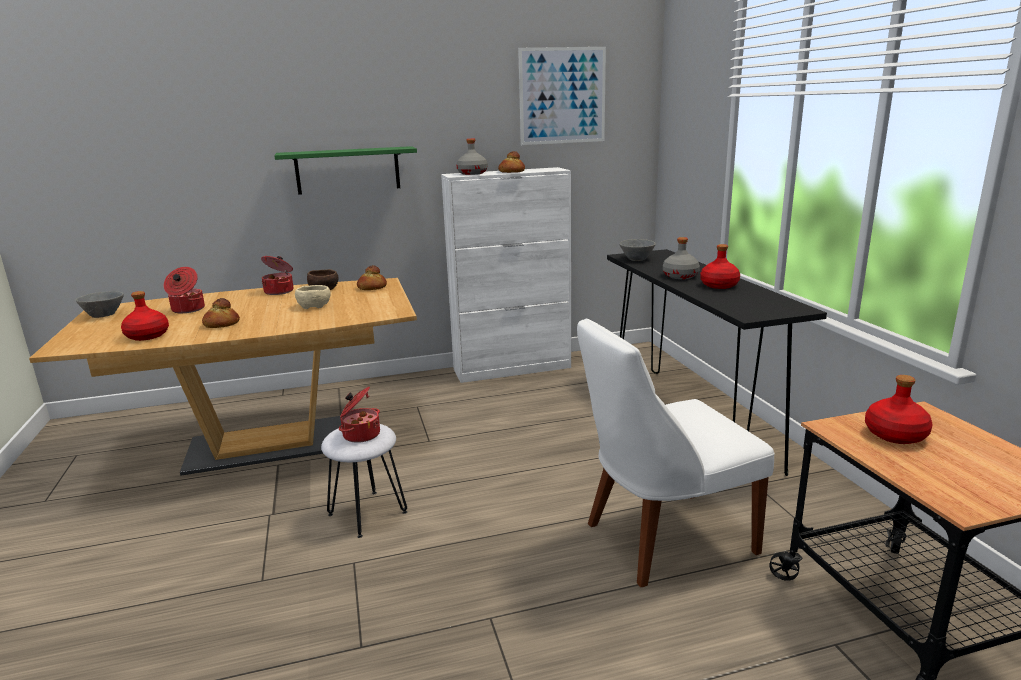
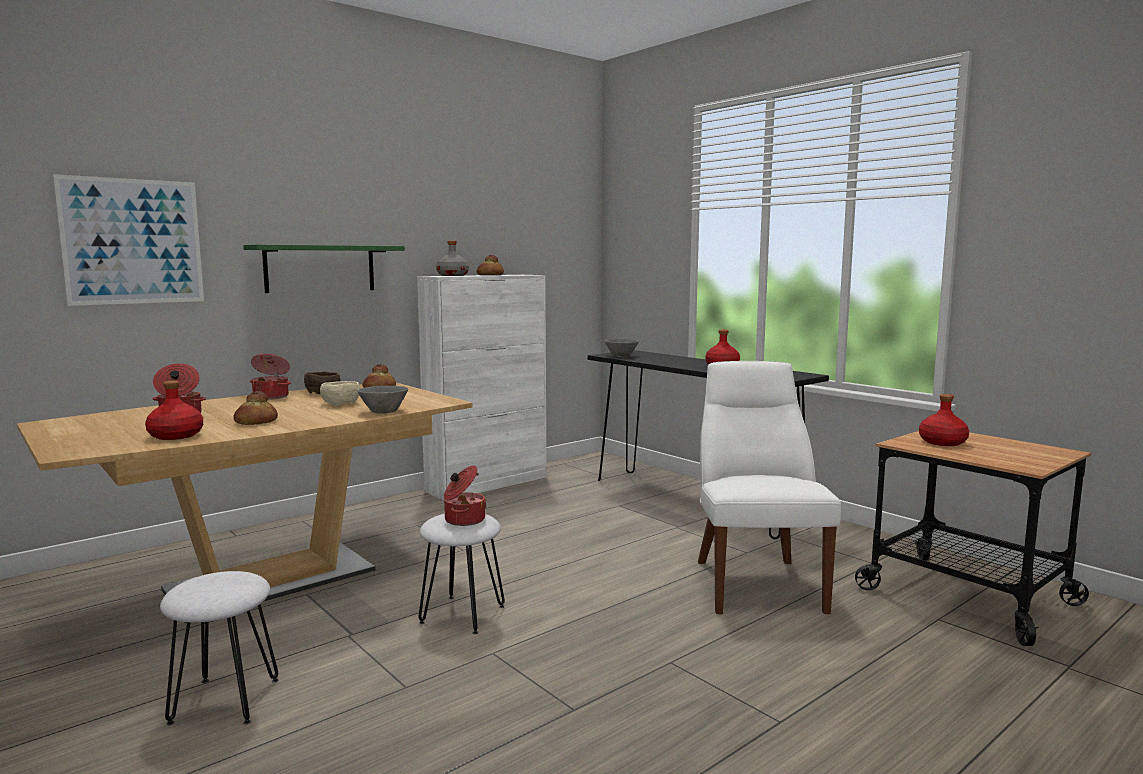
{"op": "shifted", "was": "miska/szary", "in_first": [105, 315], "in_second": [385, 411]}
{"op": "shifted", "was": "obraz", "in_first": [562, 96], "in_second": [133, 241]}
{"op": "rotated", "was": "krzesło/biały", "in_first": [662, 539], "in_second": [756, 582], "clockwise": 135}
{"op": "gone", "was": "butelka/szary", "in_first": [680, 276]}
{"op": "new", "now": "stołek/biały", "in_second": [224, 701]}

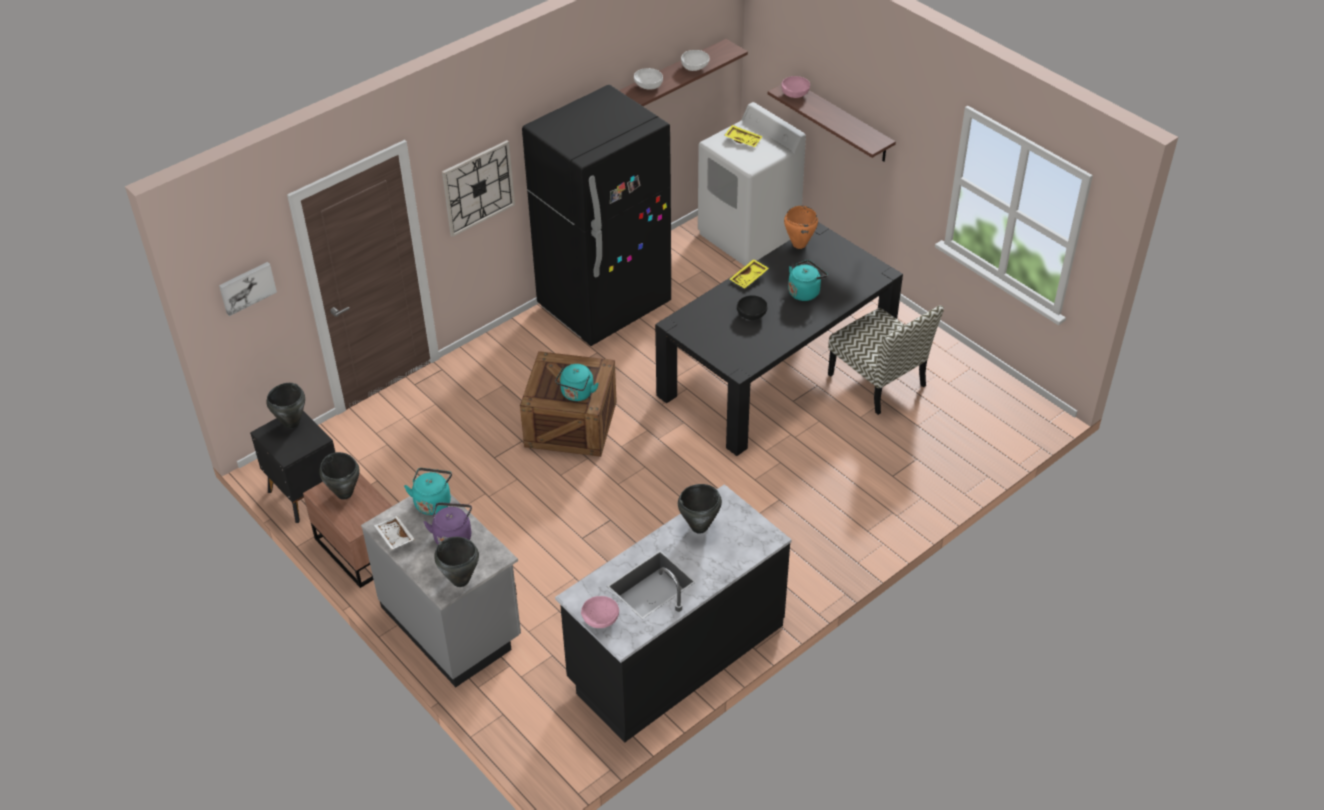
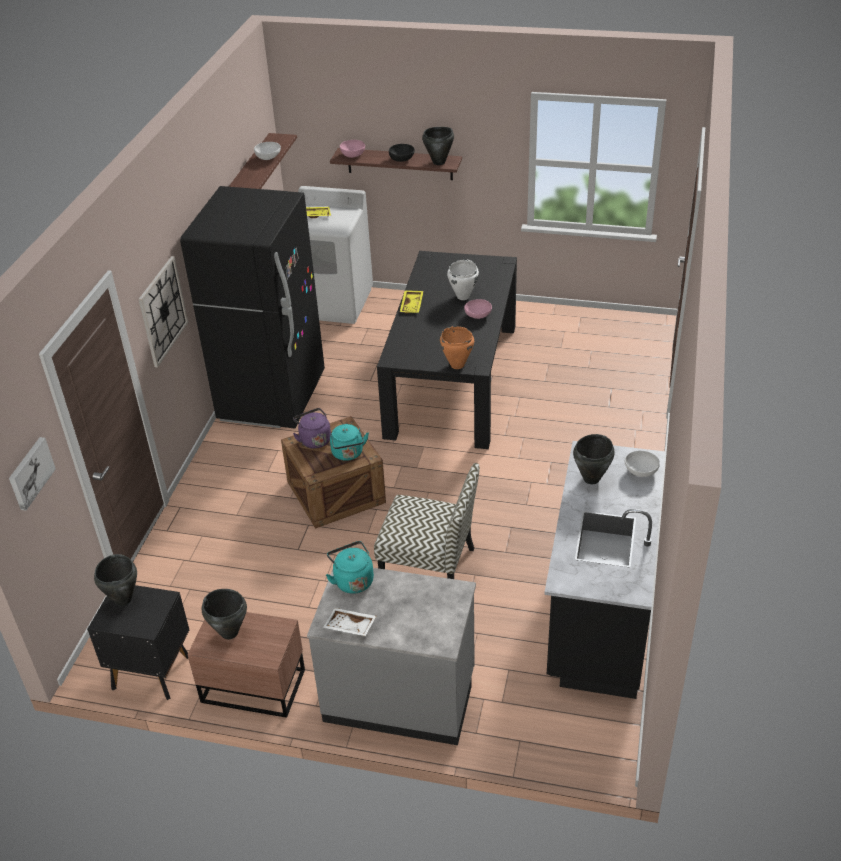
{"op": "shifted", "was": "czajnik/fioletowy", "in_first": [453, 536], "in_second": [314, 439]}
{"op": "shifted", "was": "garnek/czarny", "in_first": [460, 580], "in_second": [439, 162]}
{"op": "shifted", "was": "miska/różowy", "in_first": [600, 620], "in_second": [478, 316]}
{"op": "shifted", "was": "miska/biały", "in_first": [648, 86], "in_second": [640, 472]}
{"op": "shifted", "was": "miska/czarny", "in_first": [752, 314], "in_second": [402, 159]}
{"op": "shifted", "was": "garnek/pomarańczowy", "in_first": [799, 244], "in_second": [457, 365]}
{"op": "swapped", "was": "czajnik/turkusowy", "now": "garnek/biały", "in_first": [805, 292], "in_second": [463, 296]}
{"op": "shifted", "was": "krzesło", "in_first": [878, 381], "in_second": [430, 566]}

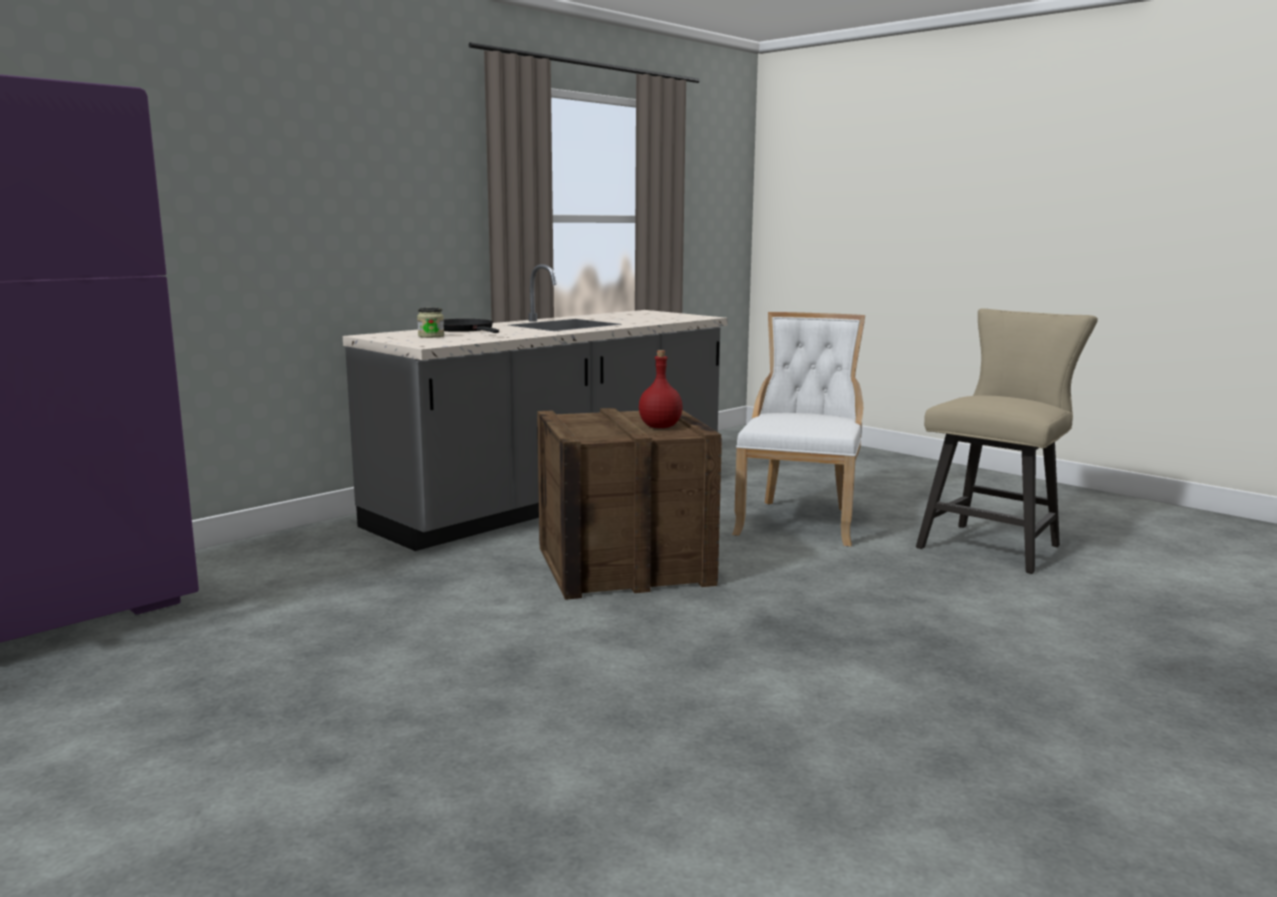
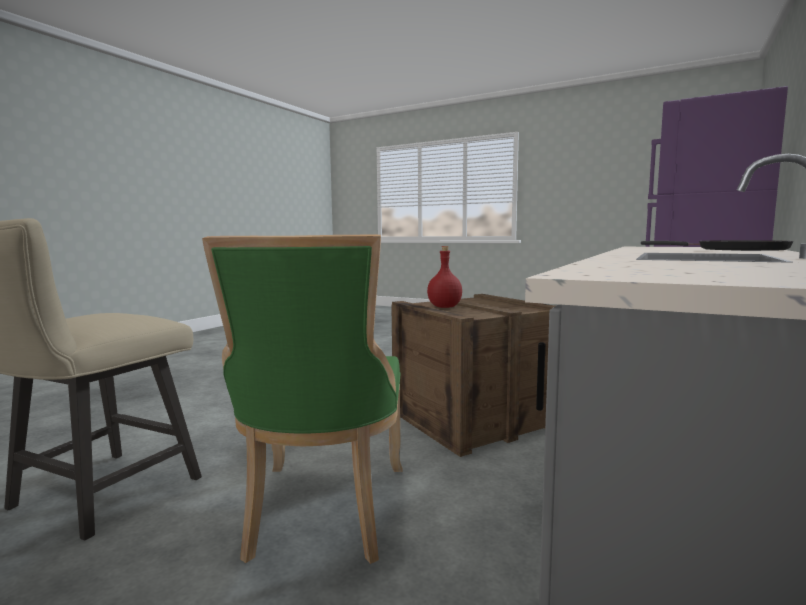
{"op": "gone", "was": "słoik", "in_first": [431, 336]}
{"op": "repainted", "was": "krzesło/biały", "now": "krzesło/zielony", "in_first": [799, 521], "in_second": [324, 513]}

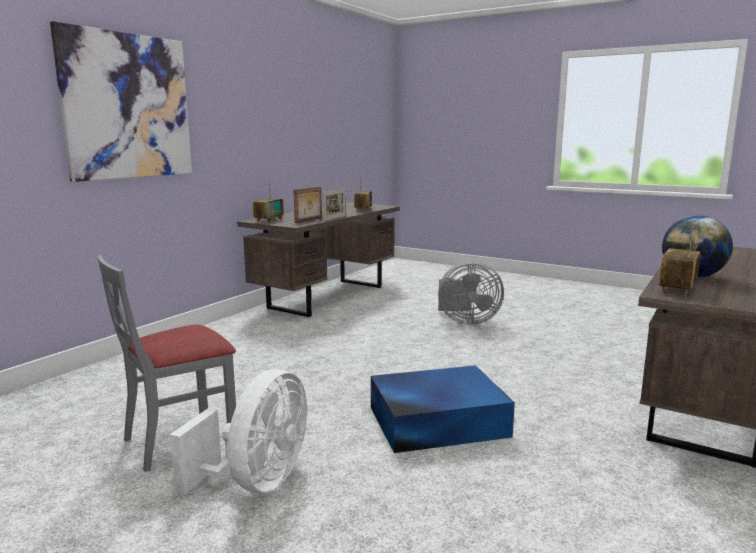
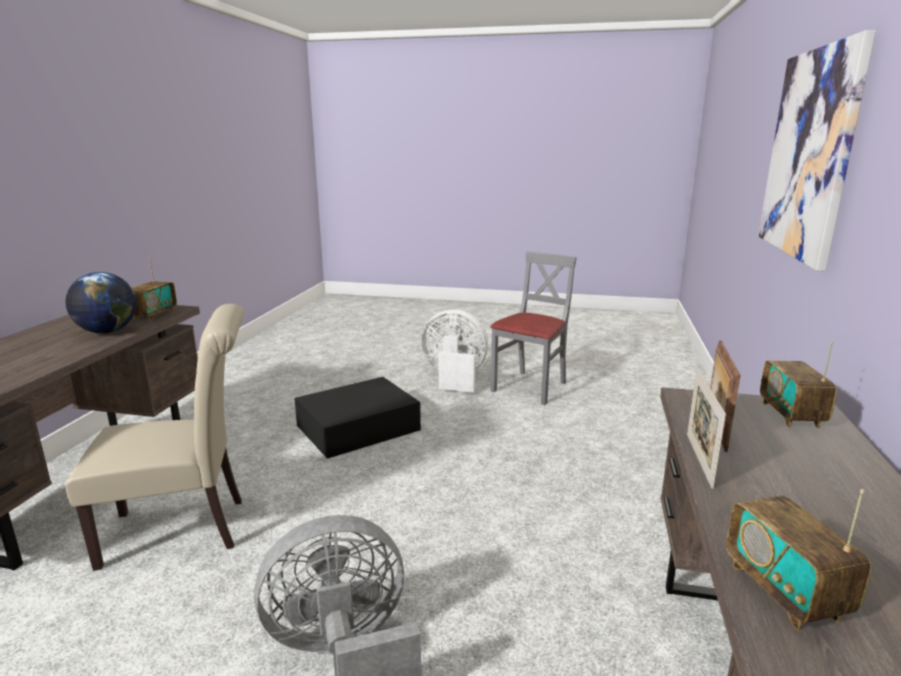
{"op": "rotated", "was": "wentylator/biały", "in_first": [257, 482], "in_second": [454, 378], "clockwise": 105}
{"op": "repainted", "was": "pojemnik do przechowywania/niebieski", "now": "pojemnik do przechowywania/czarny", "in_first": [435, 421], "in_second": [360, 427]}
{"op": "new", "now": "krzesło/beżowy", "in_second": [185, 530]}

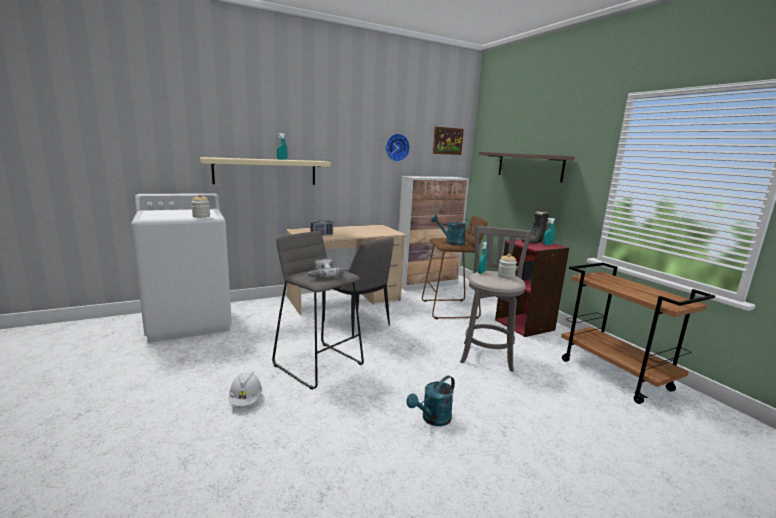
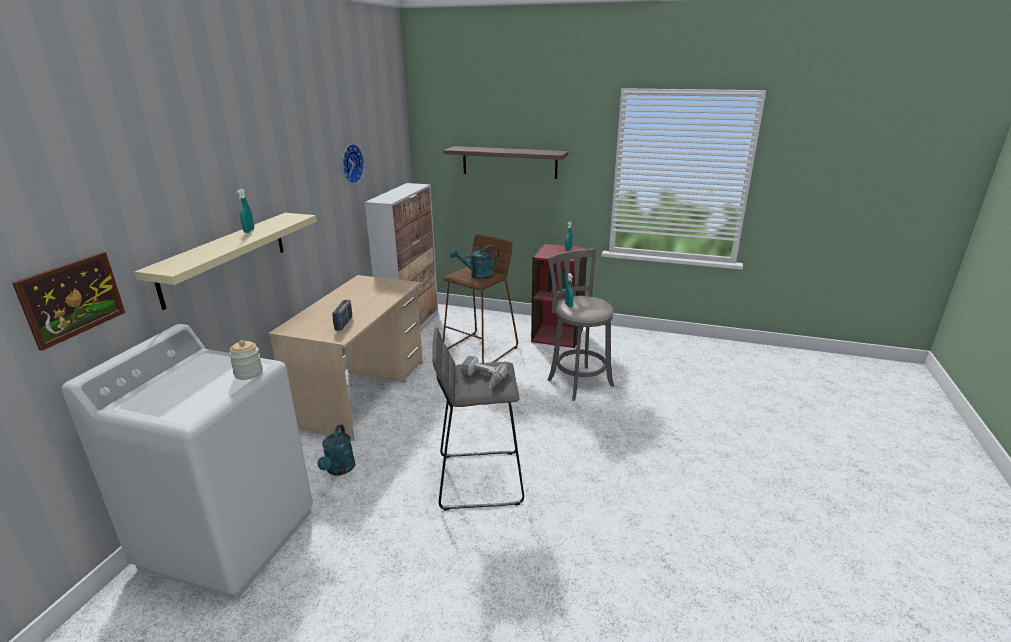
{"op": "gone", "was": "kask/biały", "in_first": [246, 400]}
{"op": "gone", "was": "krzesło", "in_first": [357, 324]}
{"op": "shifted", "was": "konewka/turkusowy", "in_first": [432, 419], "in_second": [339, 470]}
{"op": "shifted", "was": "obraz", "in_first": [448, 141], "in_second": [72, 298]}
{"op": "gone", "was": "słoik", "in_first": [506, 276]}
{"op": "gone", "was": "but z cholewką/czarny", "in_first": [534, 242]}
{"op": "gone", "was": "wózek/brązowy", "in_first": [616, 375]}

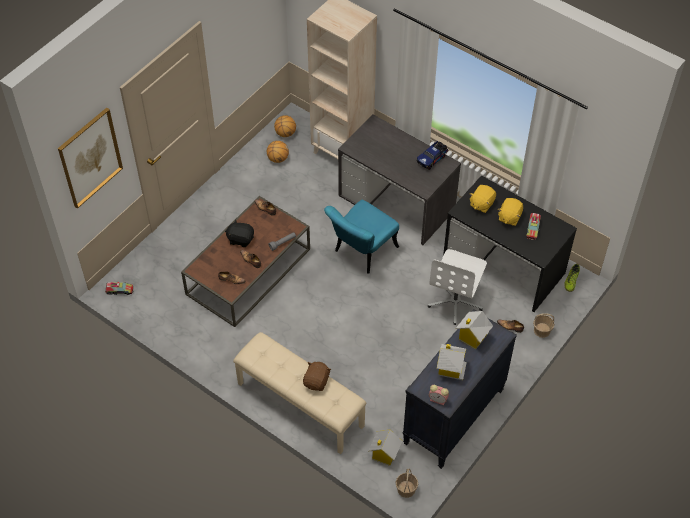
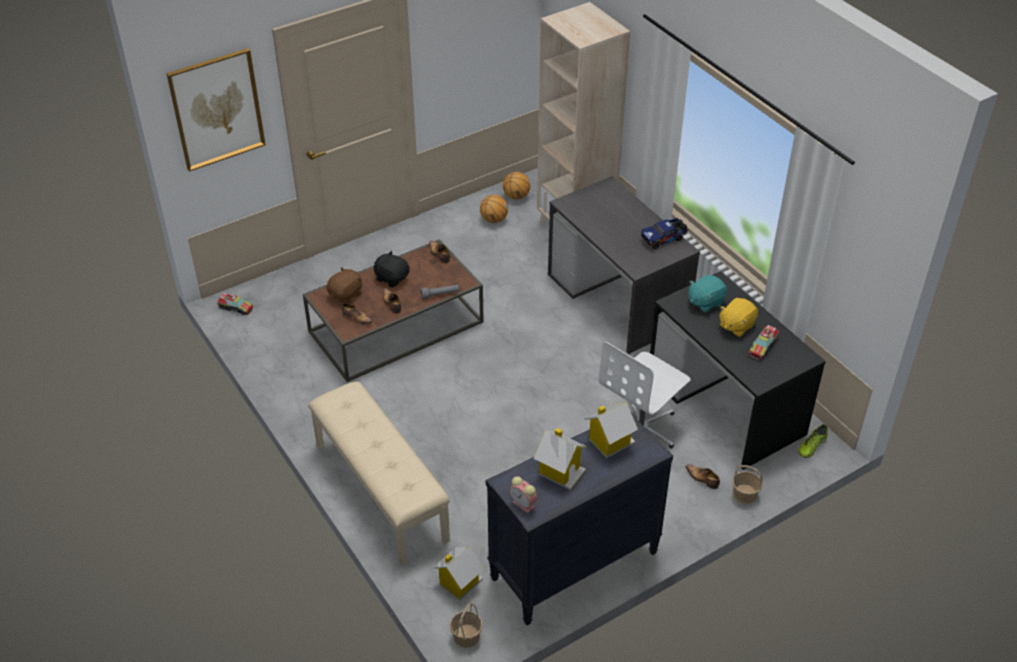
{"op": "shifted", "was": "pluszak/brązowy", "in_first": [317, 381], "in_second": [346, 295]}
{"op": "gone", "was": "krzesło/turkusowy", "in_first": [361, 252]}
{"op": "repainted", "was": "pluszak/żółty", "now": "pluszak/turkusowy", "in_first": [481, 204], "in_second": [705, 302]}

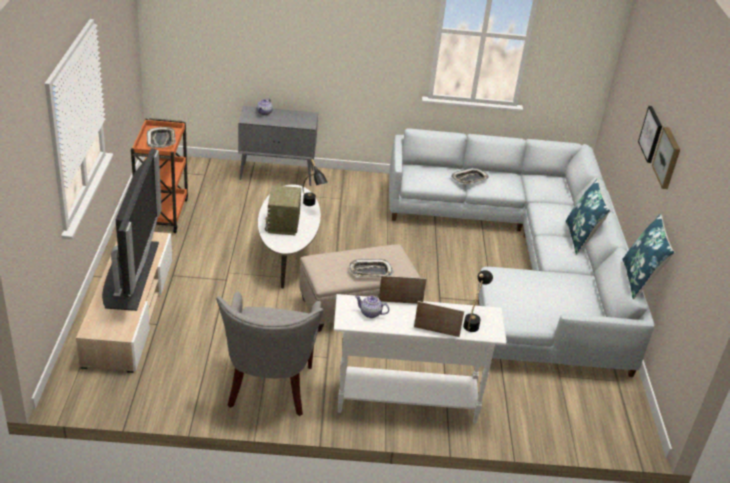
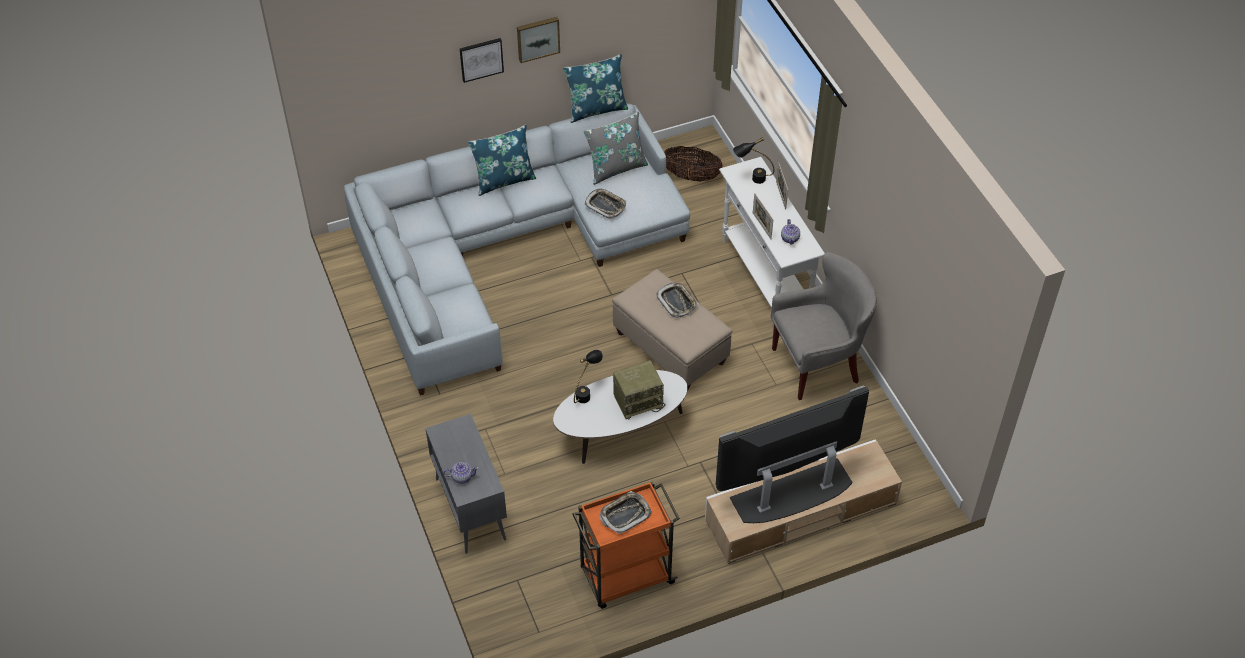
{"op": "shifted", "was": "taca", "in_first": [469, 179], "in_second": [605, 205]}
{"op": "new", "now": "poduszka/szary", "in_second": [616, 168]}
{"op": "new", "now": "koszyk", "in_second": [691, 176]}

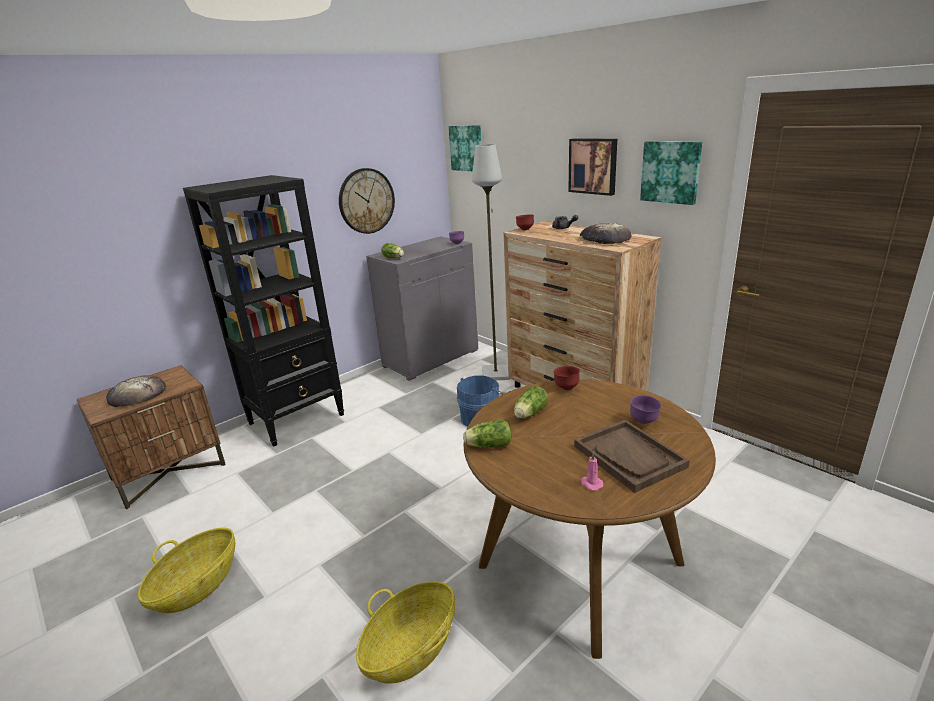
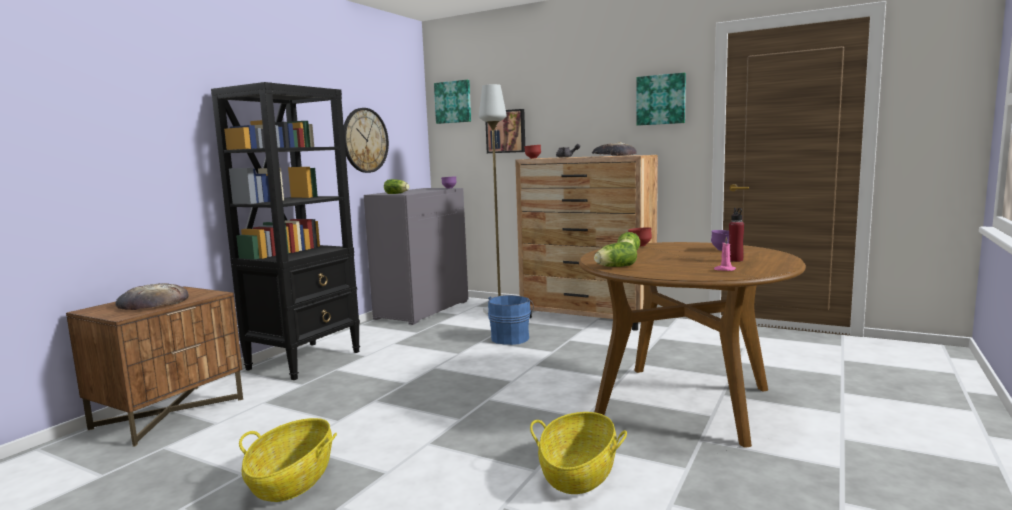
{"op": "shifted", "was": "obraz", "in_first": [593, 166], "in_second": [506, 131]}
{"op": "swapped", "was": "taca/brązowy", "now": "butelka/czerwony", "in_first": [629, 456], "in_second": [735, 260]}

